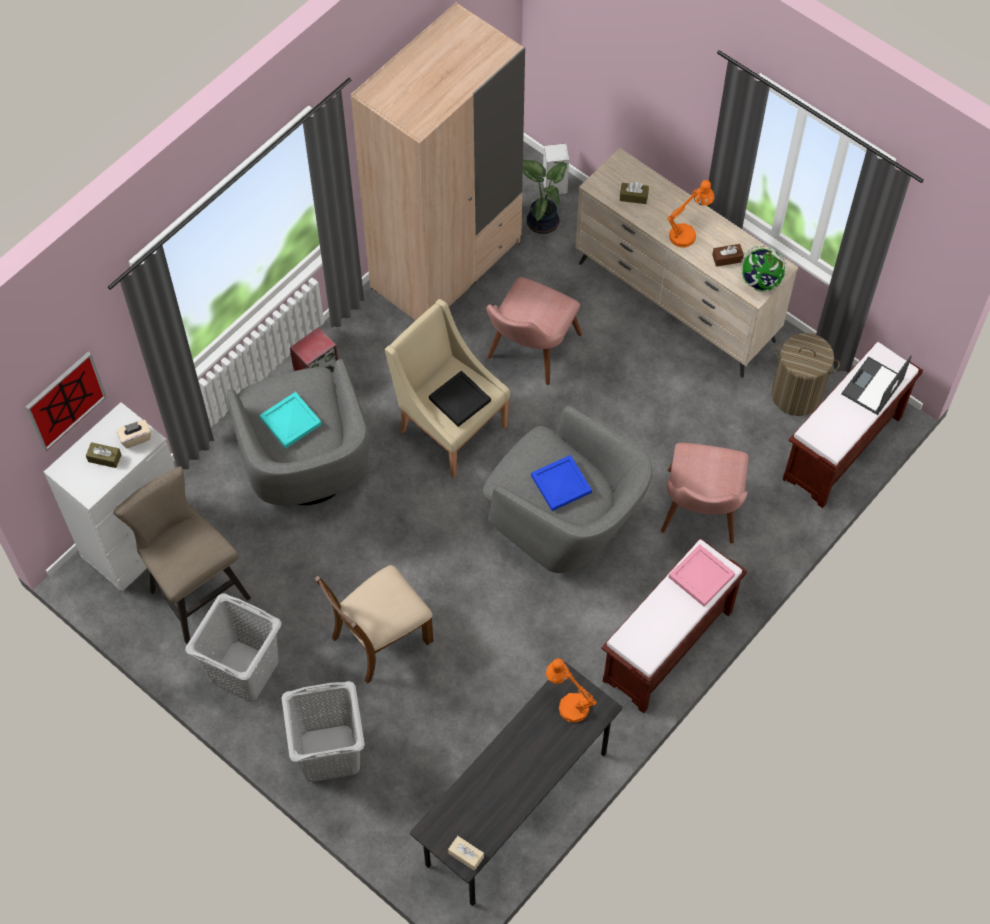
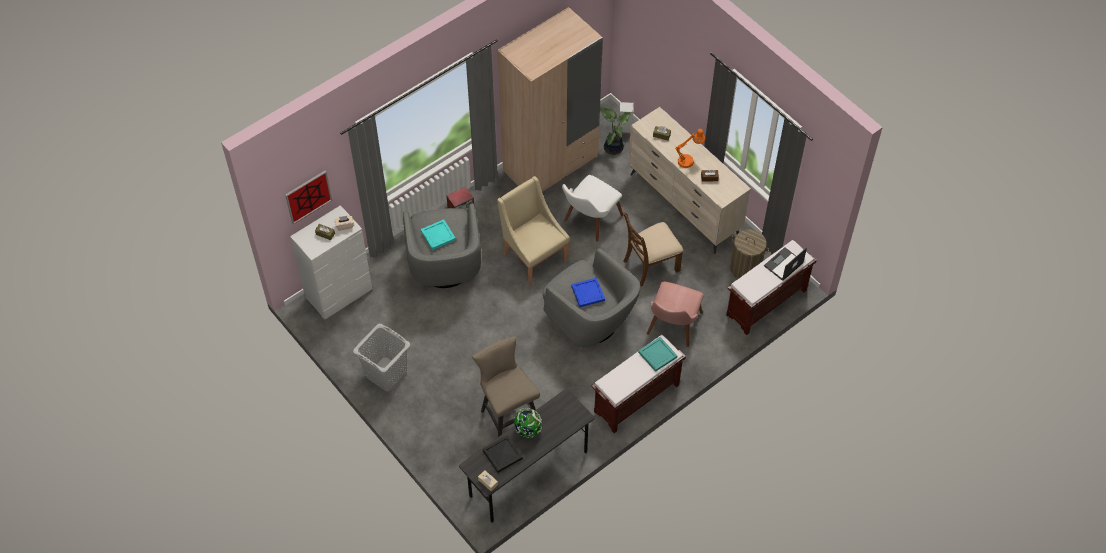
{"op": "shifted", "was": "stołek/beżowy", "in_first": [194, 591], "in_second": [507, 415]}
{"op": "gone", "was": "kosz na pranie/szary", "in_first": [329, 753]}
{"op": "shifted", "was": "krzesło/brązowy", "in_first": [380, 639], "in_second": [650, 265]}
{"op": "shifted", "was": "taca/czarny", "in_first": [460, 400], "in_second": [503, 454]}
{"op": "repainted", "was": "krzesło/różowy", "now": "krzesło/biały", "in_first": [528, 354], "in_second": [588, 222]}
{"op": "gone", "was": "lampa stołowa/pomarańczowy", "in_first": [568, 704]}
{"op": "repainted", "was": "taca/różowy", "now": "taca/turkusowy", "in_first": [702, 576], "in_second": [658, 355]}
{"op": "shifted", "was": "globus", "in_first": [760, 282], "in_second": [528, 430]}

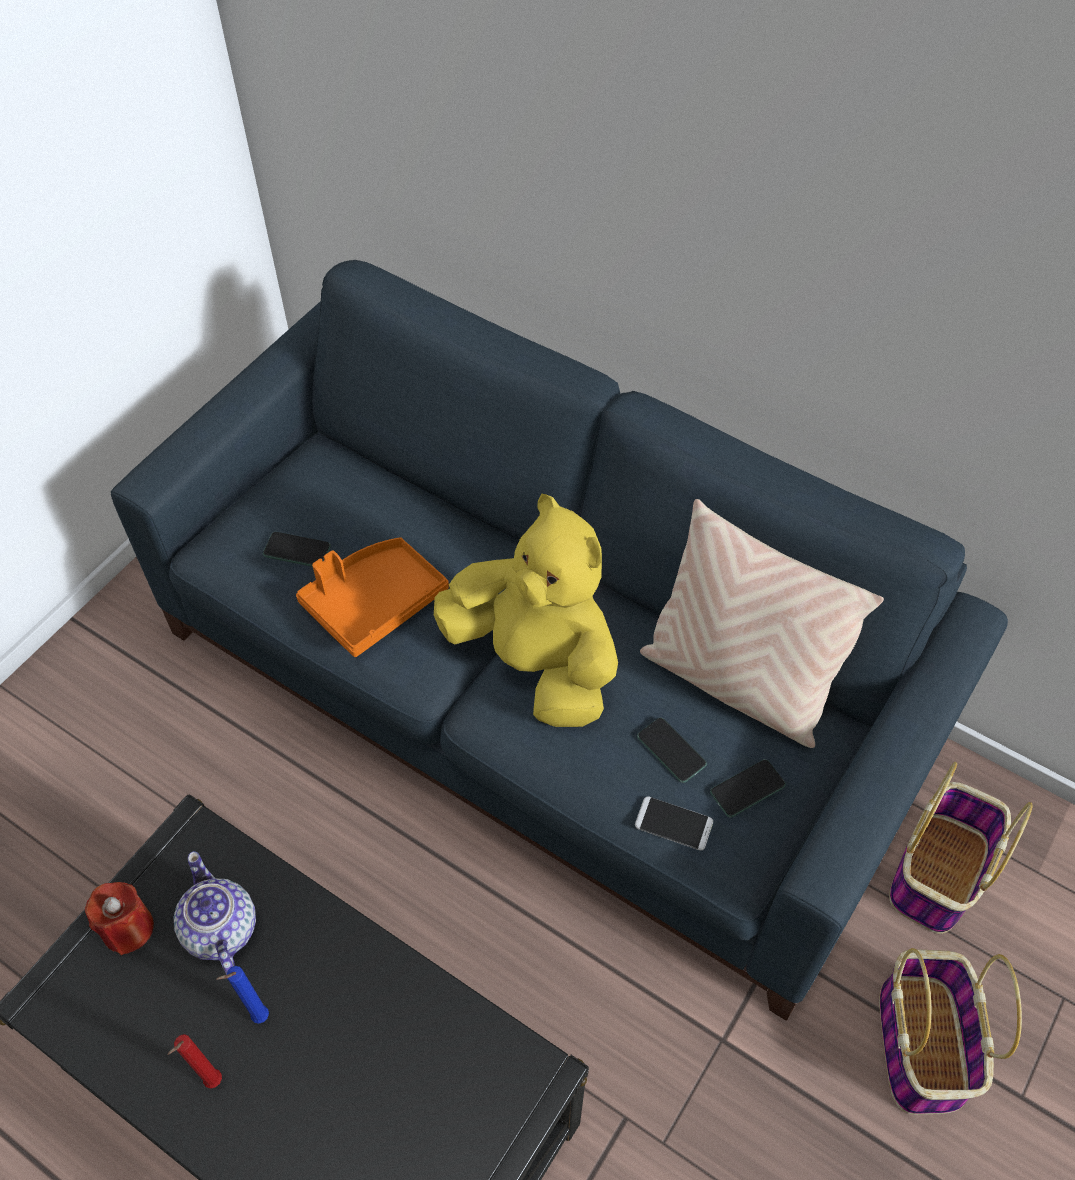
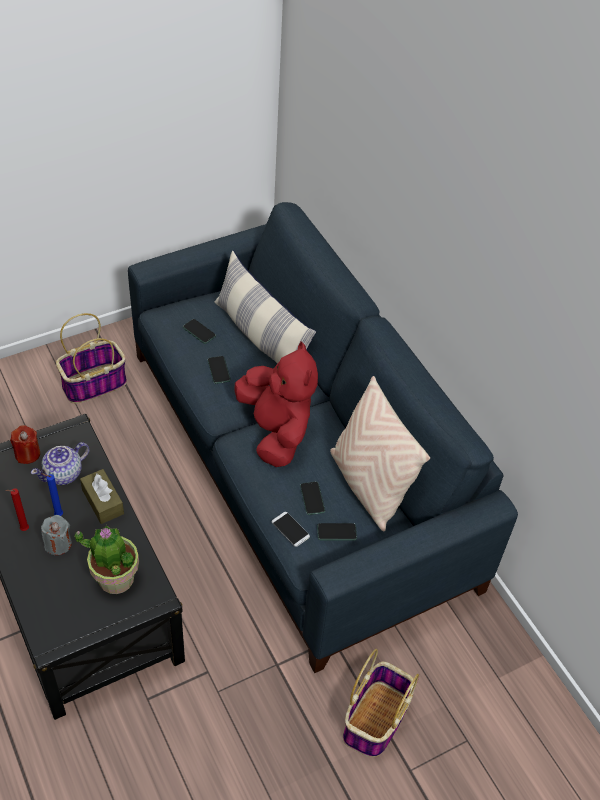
{"op": "rotated", "was": "imbryk", "in_first": [220, 931], "in_second": [64, 474], "clockwise": -135}
{"op": "swapped", "was": "taca/pomarańczowy", "now": "telefon", "in_first": [373, 602], "in_second": [219, 370]}
{"op": "repainted", "was": "pluszak/żółty", "now": "pluszak/czerwony", "in_first": [535, 663], "in_second": [276, 431]}
{"op": "shifted", "was": "koszyk", "in_first": [938, 871], "in_second": [95, 384]}
{"op": "new", "now": "świeca/szary", "in_second": [58, 544]}
{"op": "new", "now": "roślina doniczkowa", "in_second": [115, 577]}
{"op": "new", "now": "pudełko chusteczek/brązowy", "in_second": [103, 502]}
{"op": "new", "now": "poduszka", "in_second": [261, 337]}

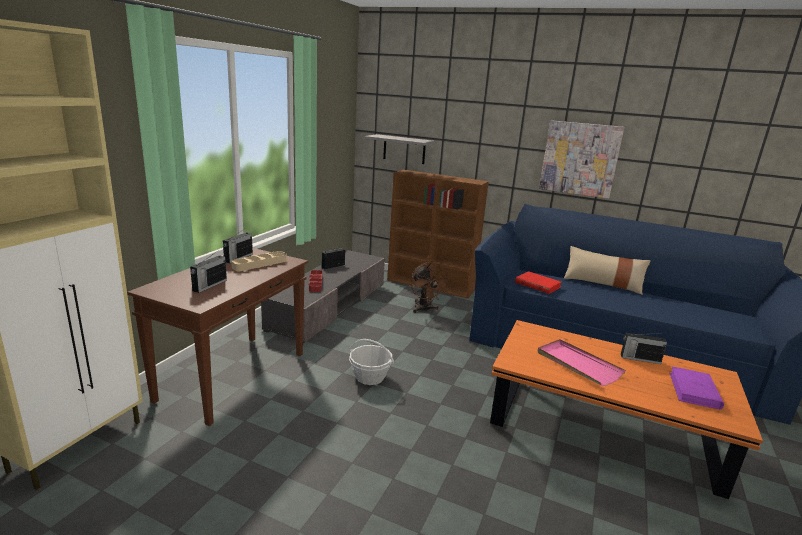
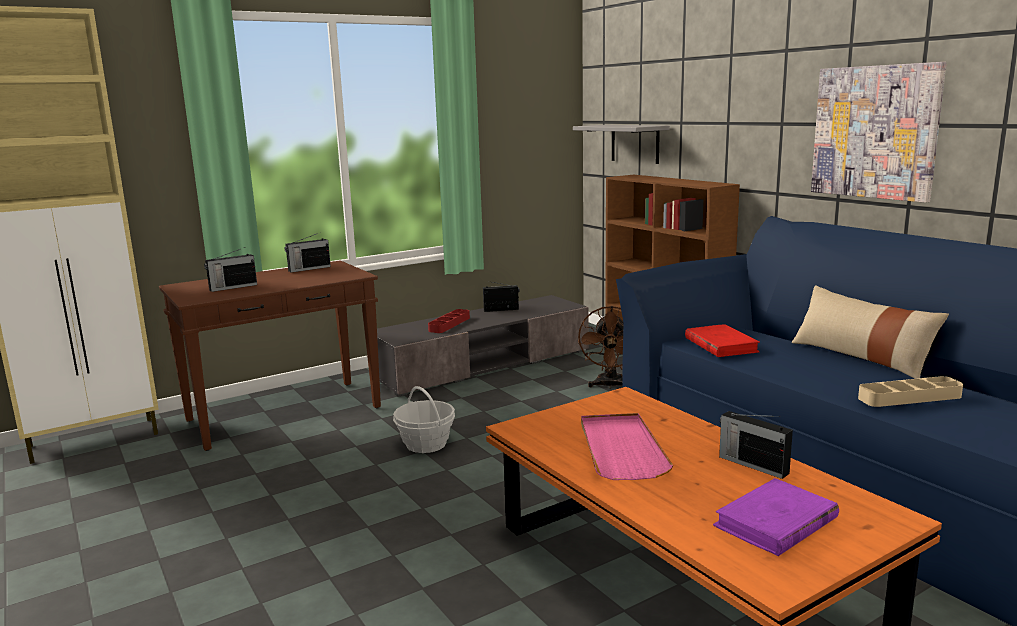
{"op": "shifted", "was": "taca/beżowy", "in_first": [259, 264], "in_second": [909, 397]}

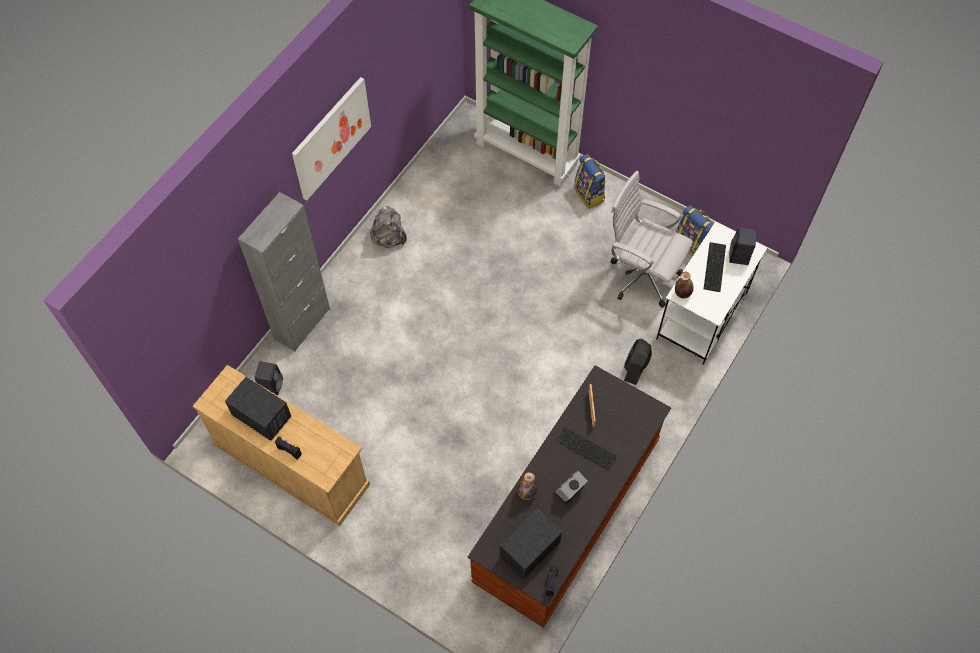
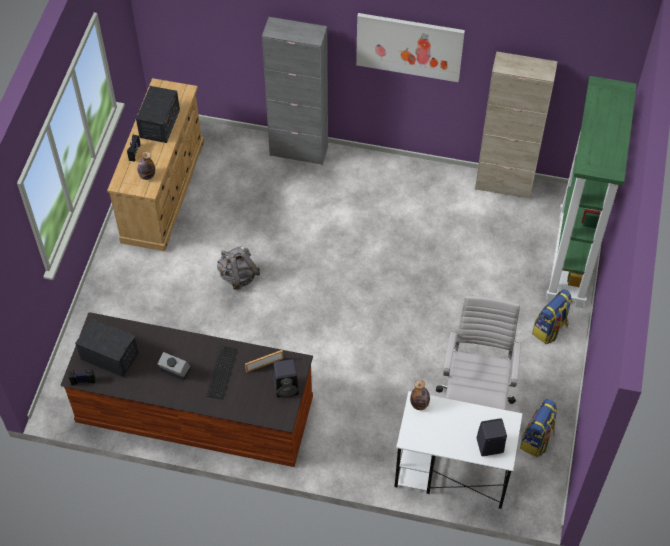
{"op": "shifted", "was": "głośnik/czarny", "in_first": [271, 385], "in_second": [287, 387]}
{"op": "shifted", "was": "plecak/szary", "in_first": [389, 238], "in_second": [238, 276]}
{"op": "shifted", "was": "butelka", "in_first": [526, 493], "in_second": [147, 176]}
{"op": "gone", "was": "wentylator/czarny", "in_first": [636, 366]}
{"op": "gone", "was": "klawiatura", "in_first": [713, 267]}
{"op": "new", "now": "szafka/beżowy", "in_second": [504, 185]}

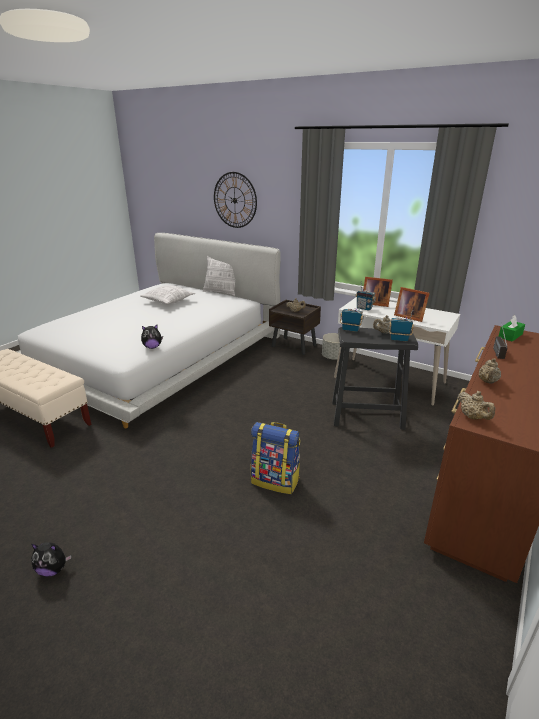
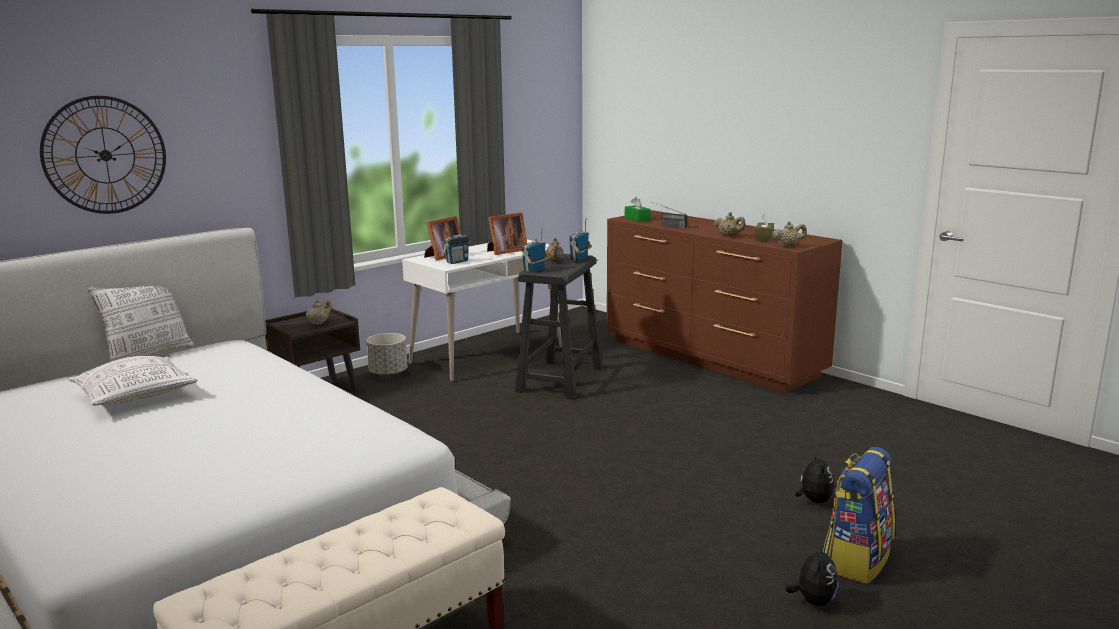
{"op": "shifted", "was": "pluszak", "in_first": [152, 347], "in_second": [813, 501]}
{"op": "shifted", "was": "plecak", "in_first": [276, 480], "in_second": [856, 560]}
{"op": "new", "now": "pudełko chusteczek/brązowy", "in_second": [764, 238]}

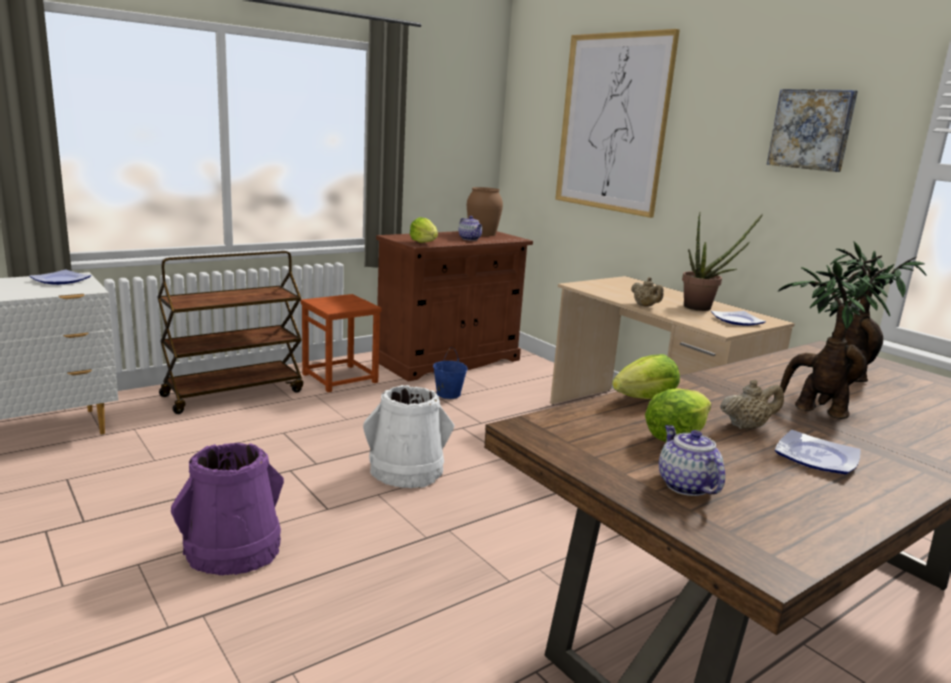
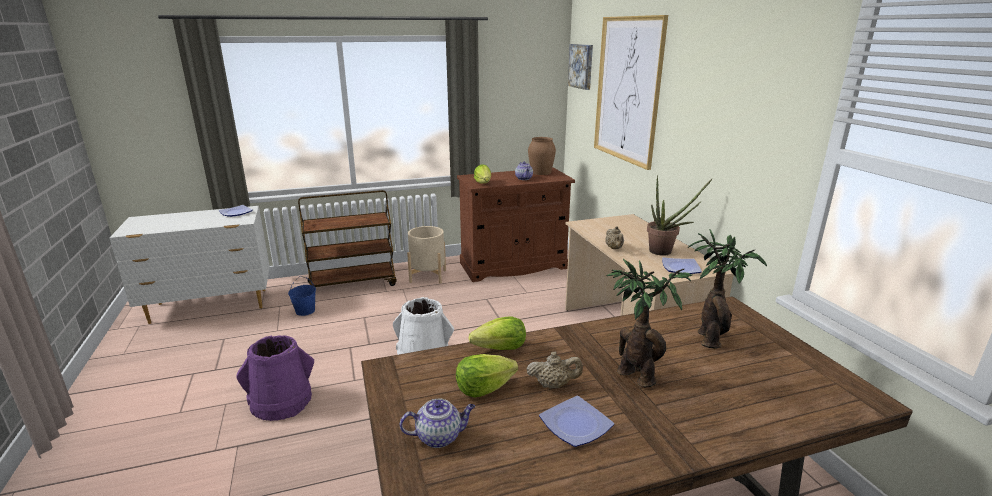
{"op": "swapped", "was": "stołek/brązowy", "now": "donica/beżowy", "in_first": [340, 378], "in_second": [428, 276]}
{"op": "shifted", "was": "wiadro/niebieski", "in_first": [448, 394], "in_second": [305, 311]}
{"op": "rotated", "was": "imbryk", "in_first": [685, 485], "in_second": [439, 436], "clockwise": 75}
{"op": "shifted", "was": "obraz", "in_first": [812, 129], "in_second": [582, 66]}

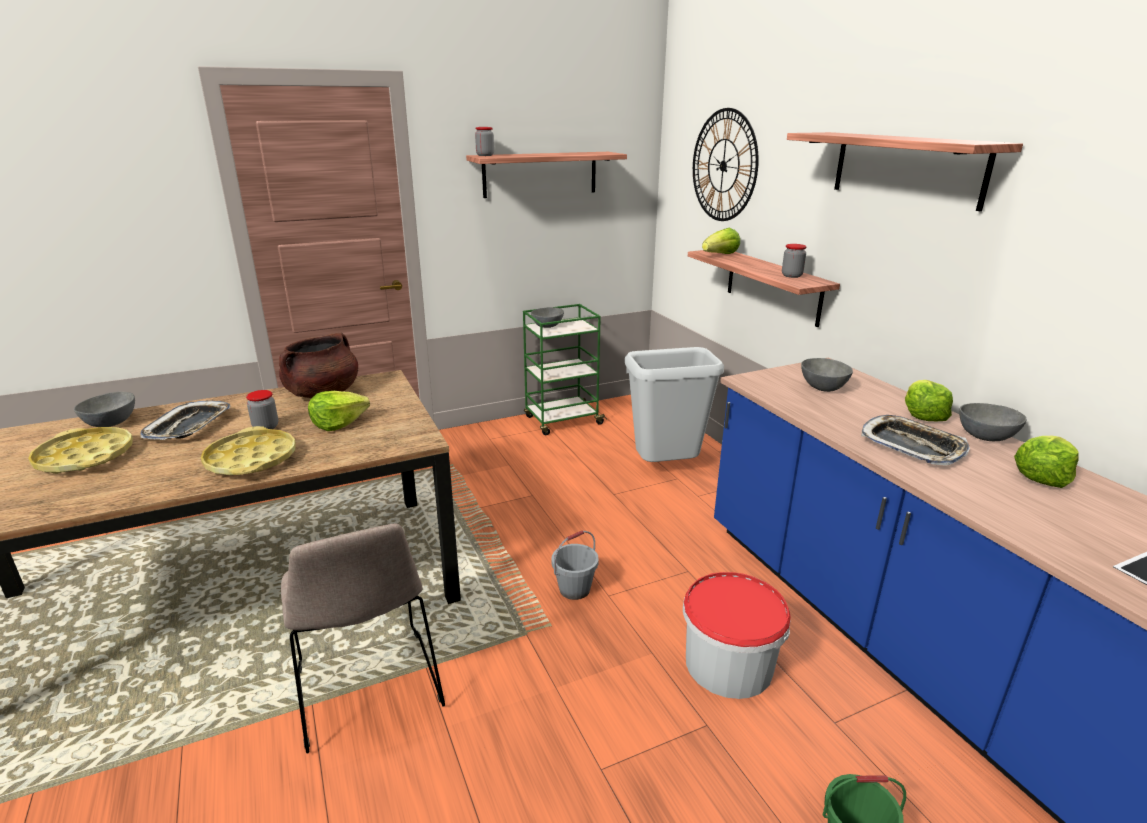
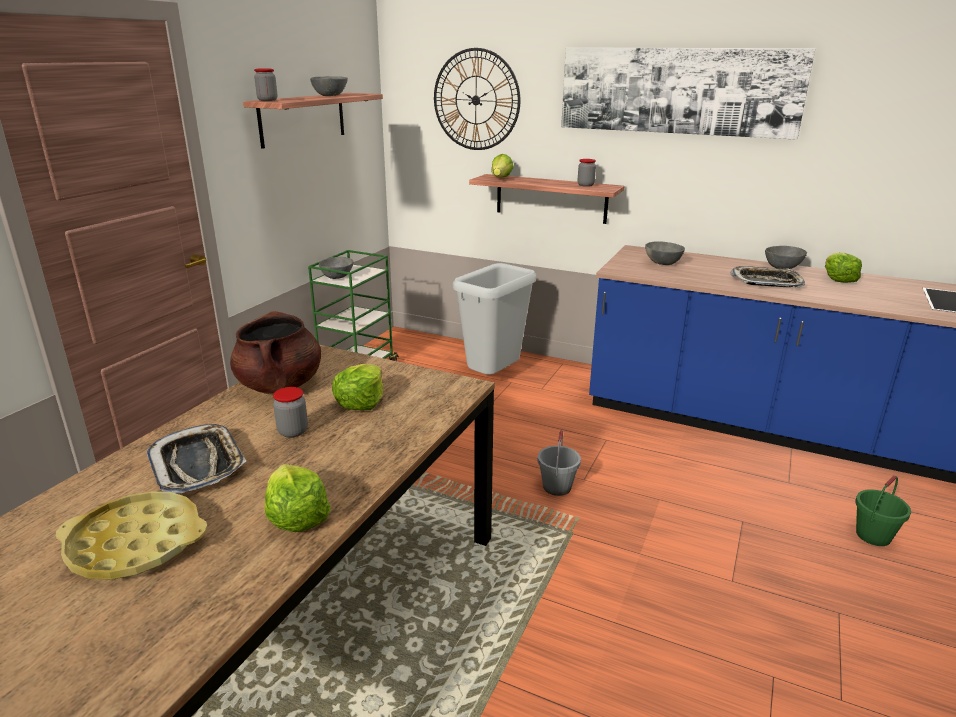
{"op": "shifted", "was": "miska/szary", "in_first": [112, 423], "in_second": [330, 95]}
{"op": "gone", "was": "taca/żółty", "in_first": [251, 460]}
{"op": "gone", "was": "krzesło/beżowy", "in_first": [369, 691]}
{"op": "gone", "was": "wiadro", "in_first": [729, 664]}
{"op": "swapped", "was": "półka", "now": "obraz", "in_first": [907, 168], "in_second": [677, 91]}
{"op": "shifted", "was": "sałata", "in_first": [922, 415], "in_second": [296, 516]}

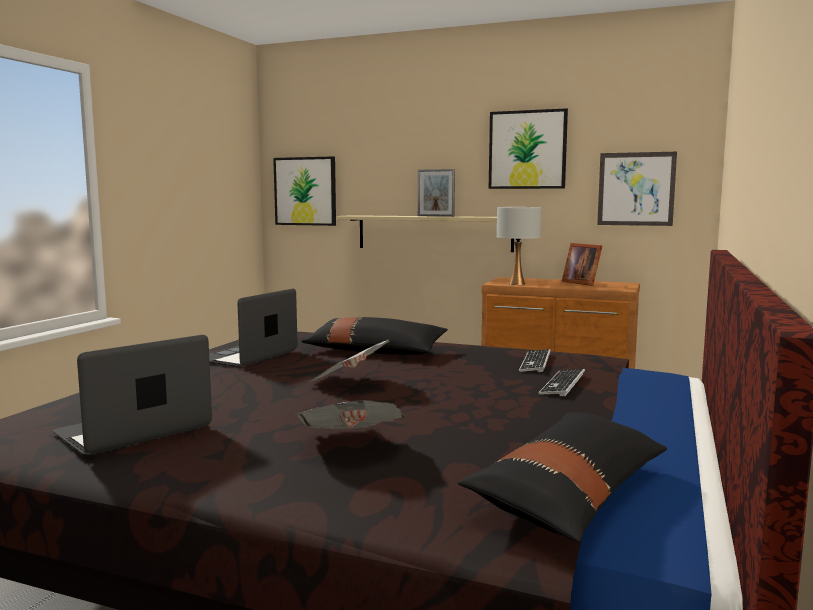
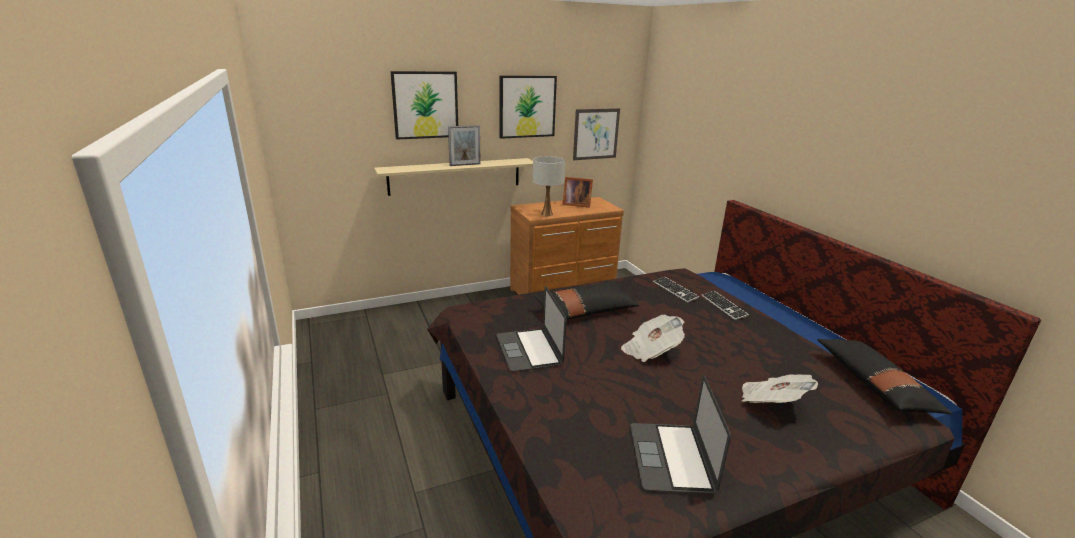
{"op": "shifted", "was": "obraz", "in_first": [305, 191], "in_second": [425, 105]}

